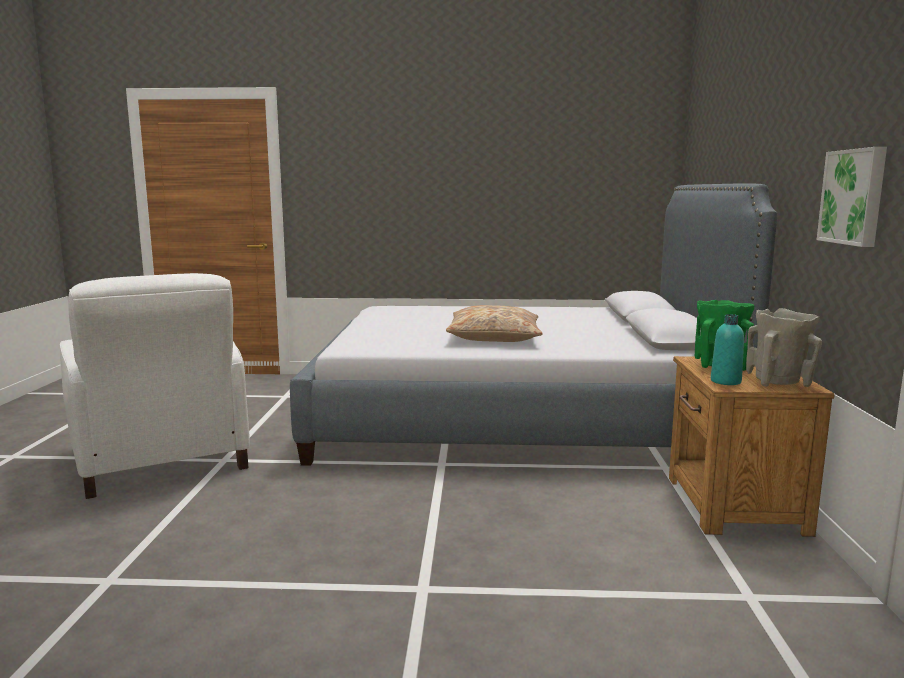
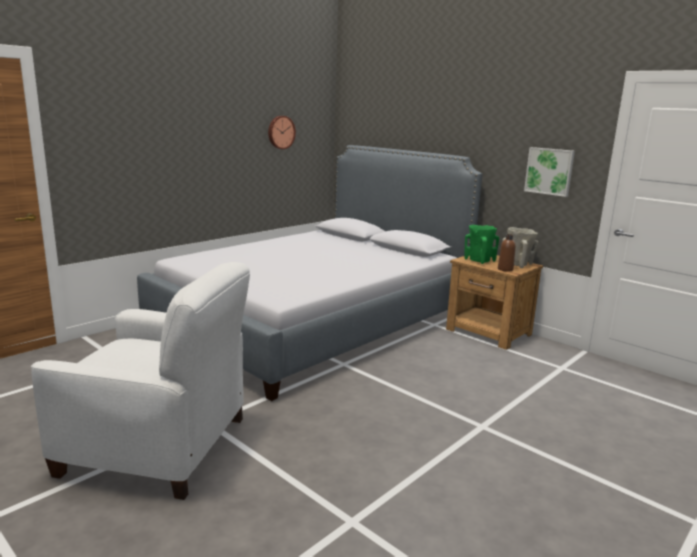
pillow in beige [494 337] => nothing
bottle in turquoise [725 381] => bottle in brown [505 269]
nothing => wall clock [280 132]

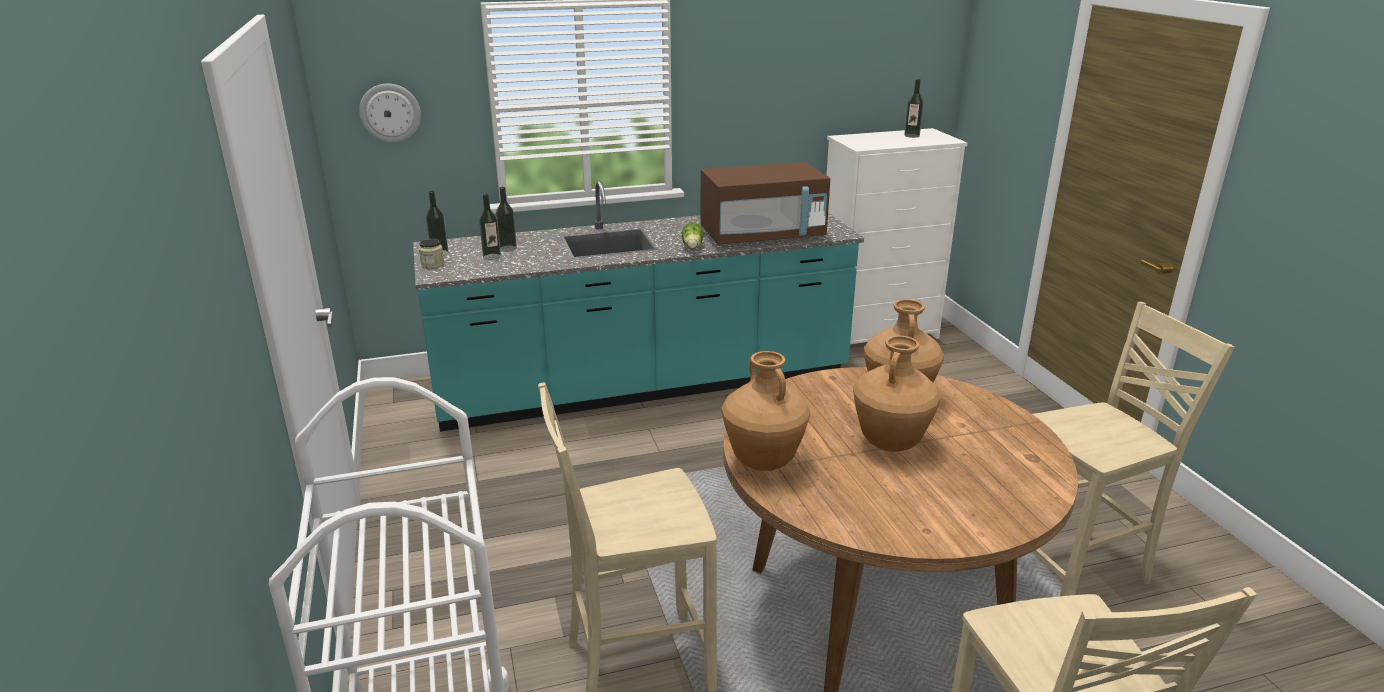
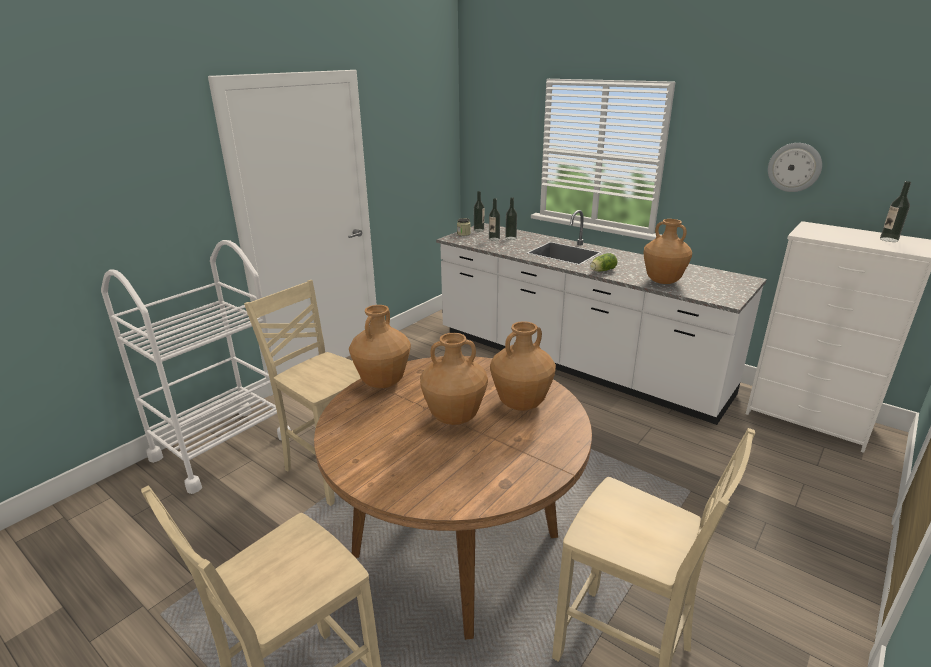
wall clock [390 113] => wall clock [794 167], relocated
counter in turquoise [644 385] => counter in white [575 363]
microwave in brown [762 236] => vase in brown [663 281]

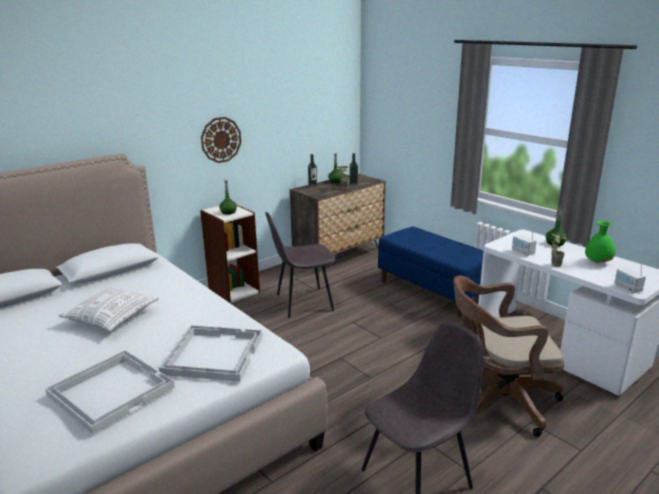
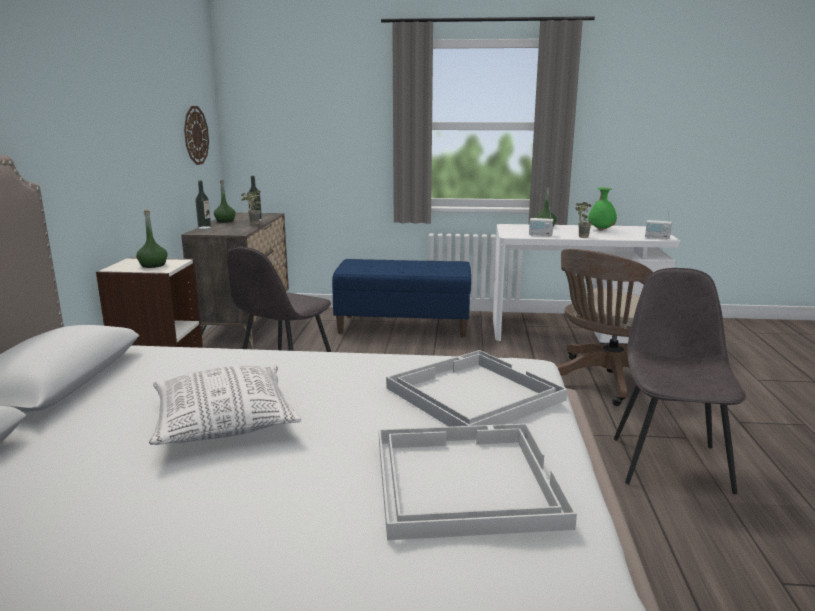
wall clock [221 139] => wall clock [195 135], relocated

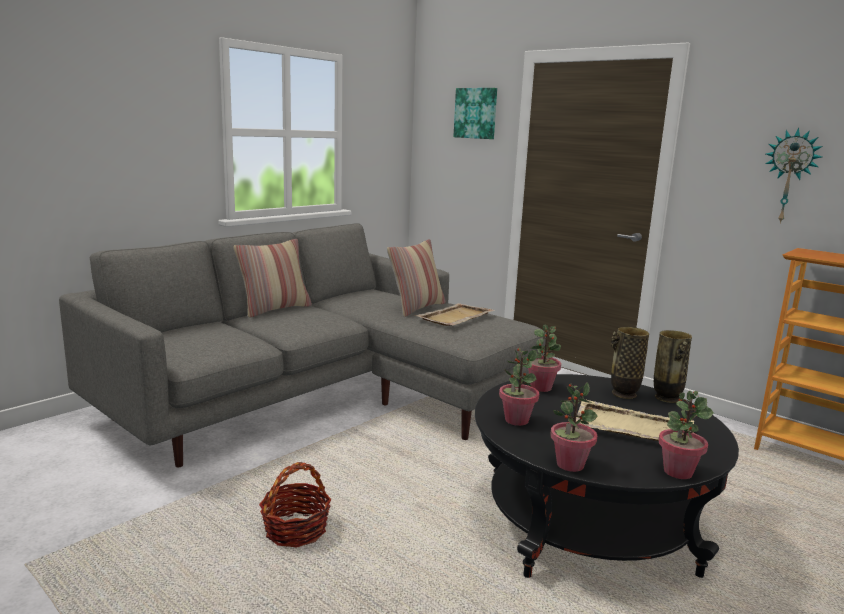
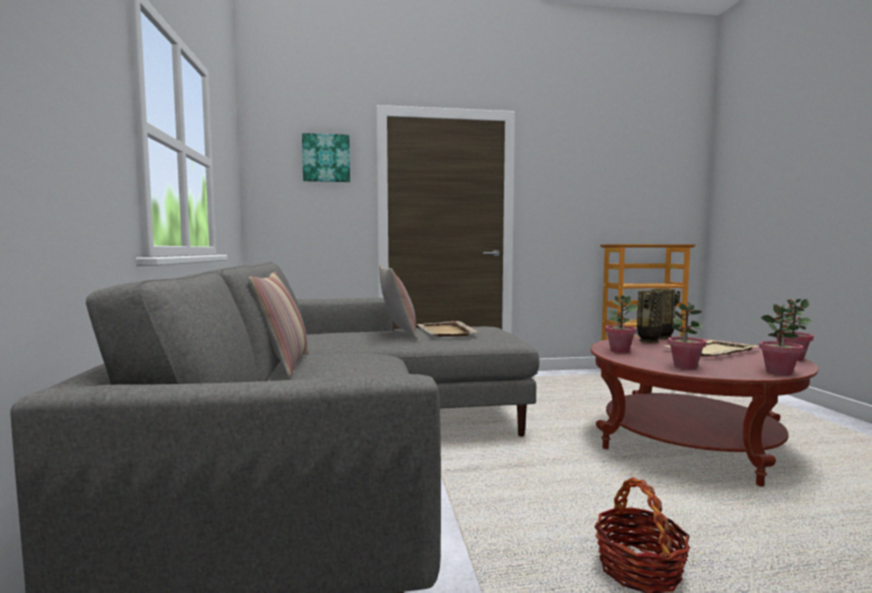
coffee table in black [587 524] => coffee table in red [688 443]
wall clock [790 176] => nothing

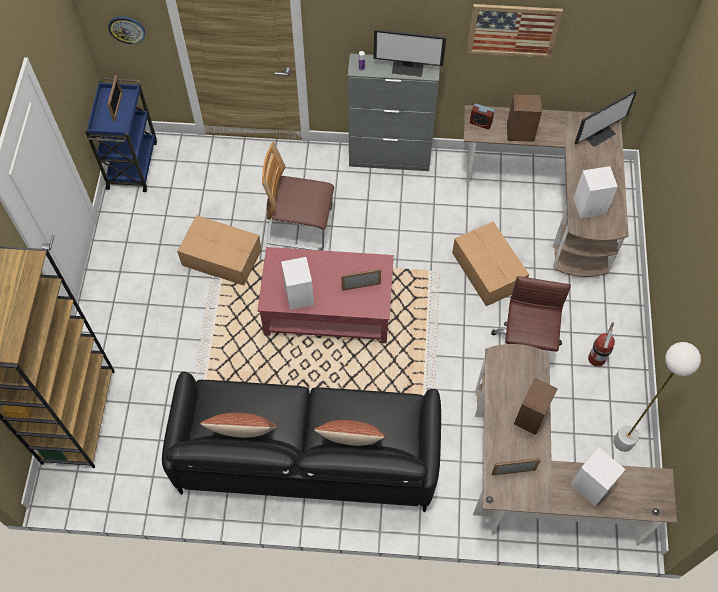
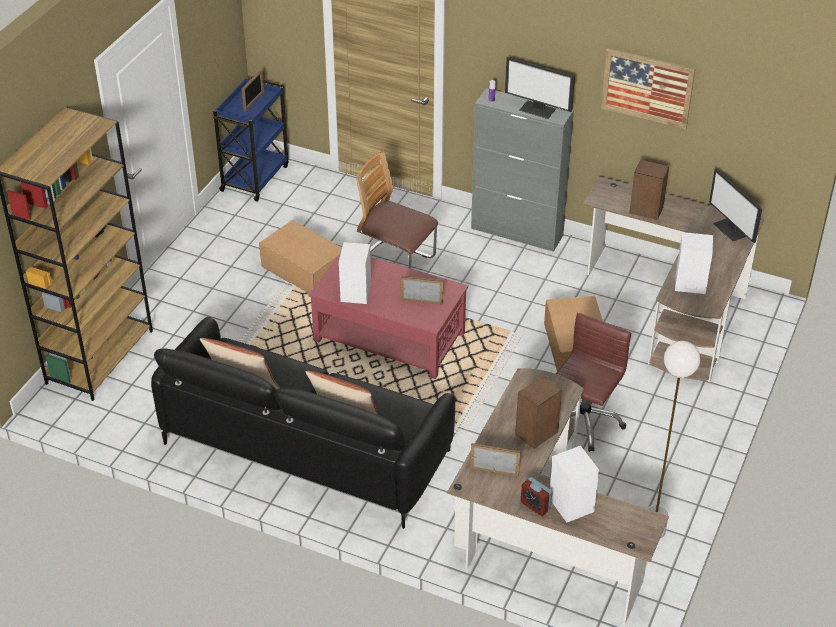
wall clock [126 29] => nothing
alarm clock [480 123] => alarm clock [535 506], relocated
monitor [599 134] => monitor [731 229], 75 degrees clockwise
fire extinguisher [596 358] => nothing

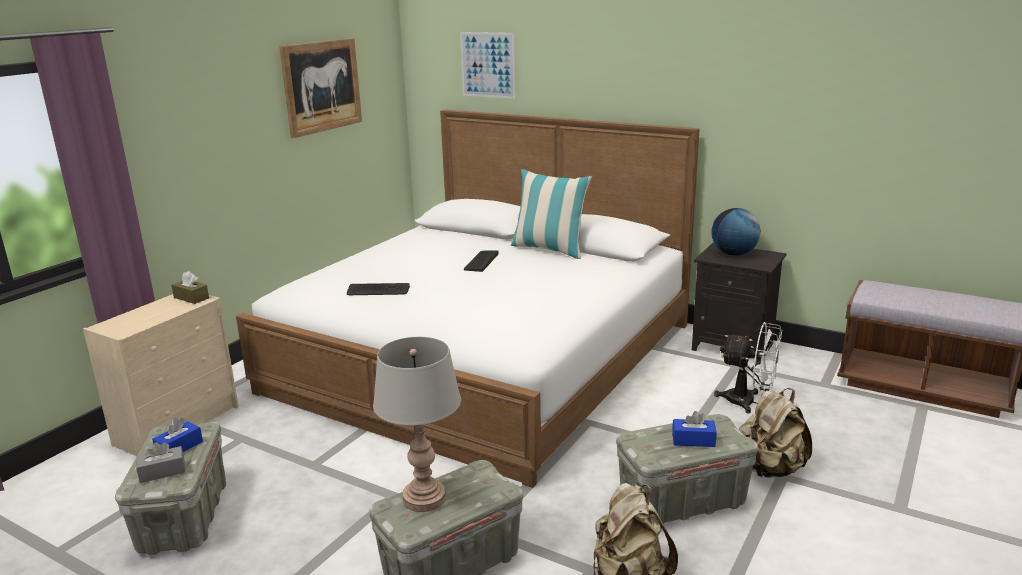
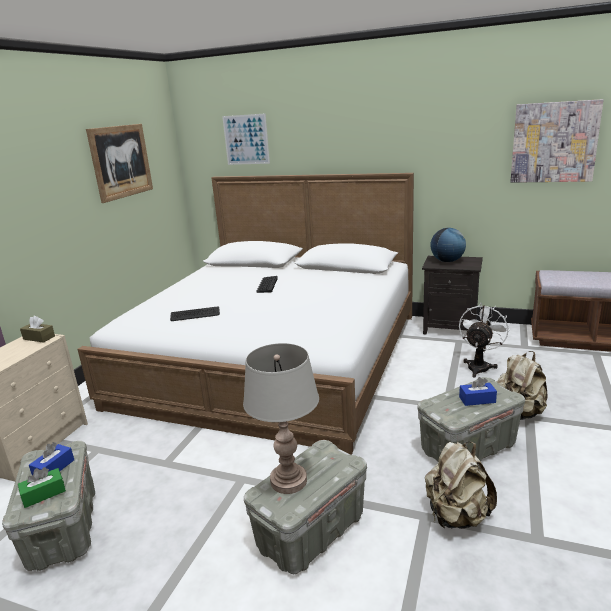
tissue box in grey [162 472] => tissue box in green [44 494]
pillow [549 249] => nothing
fan in white [748 402] => fan in white [479 366], 75 degrees counterclockwise
nothing => picture [554 142]

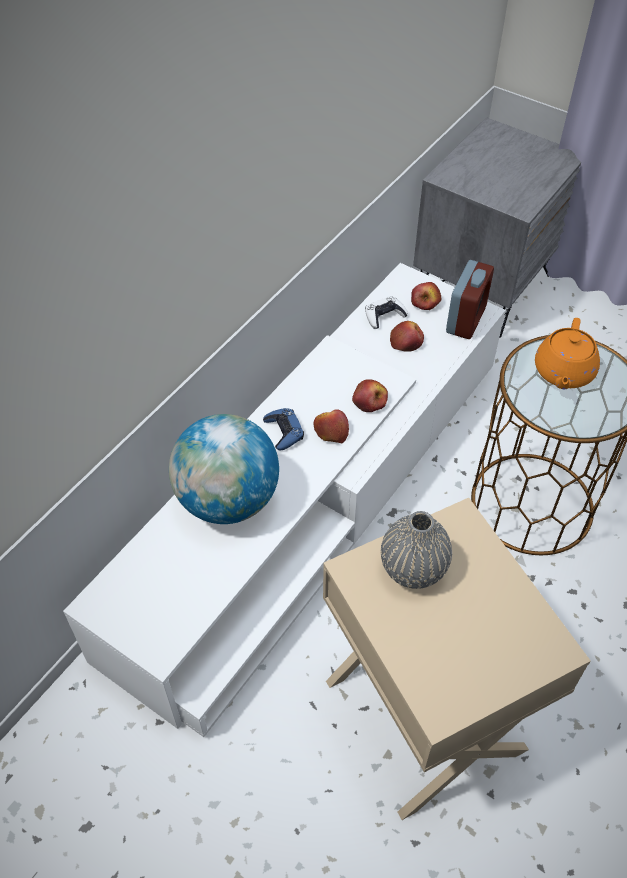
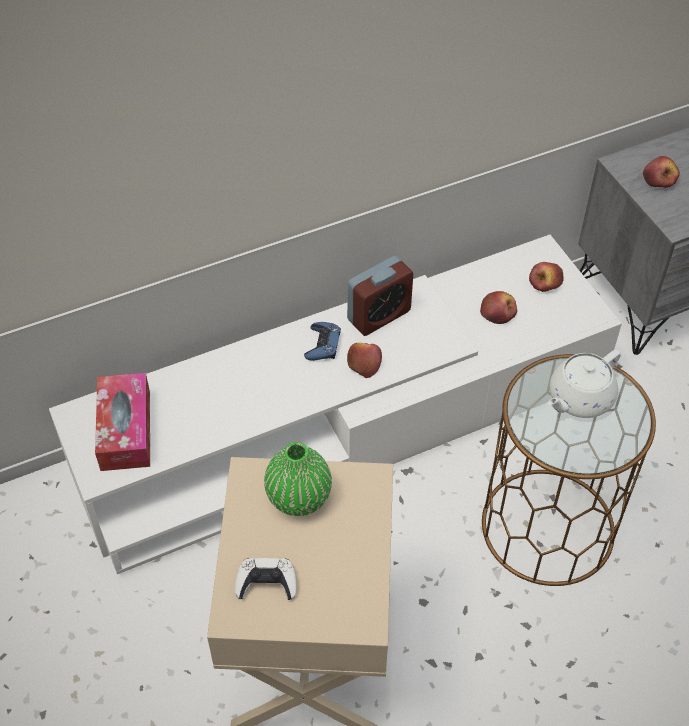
globe [228 500] => nothing
apple [369 401] => apple [659 179], relocated
game controller in white [384 316] => game controller in white [266 583], relocated
vase in grey [413 568] => vase in green [298 497]
alarm clock [466 320] => alarm clock [379 315], relocated
teapot in orange [563 373] => teapot in white [579 398]
nothing => tissue box [125 430]

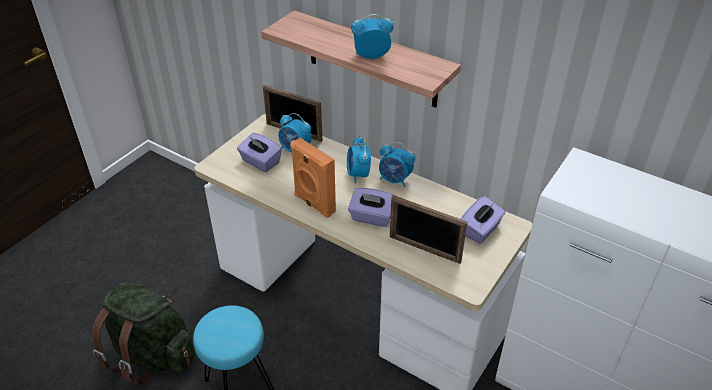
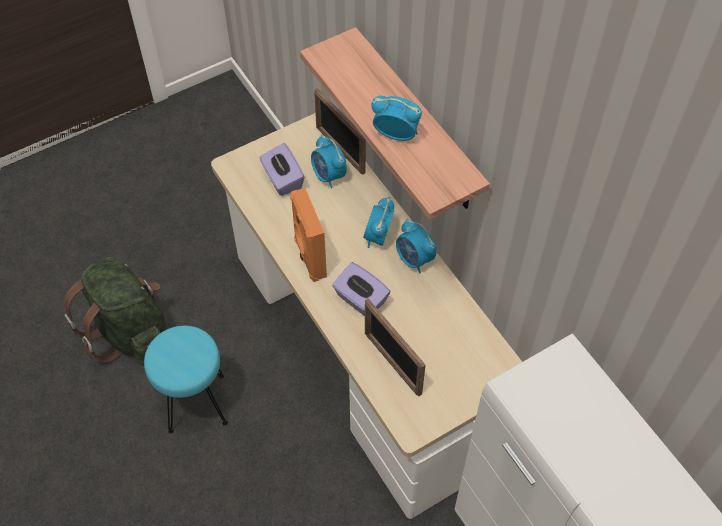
tissue box in purple [480 230] => nothing

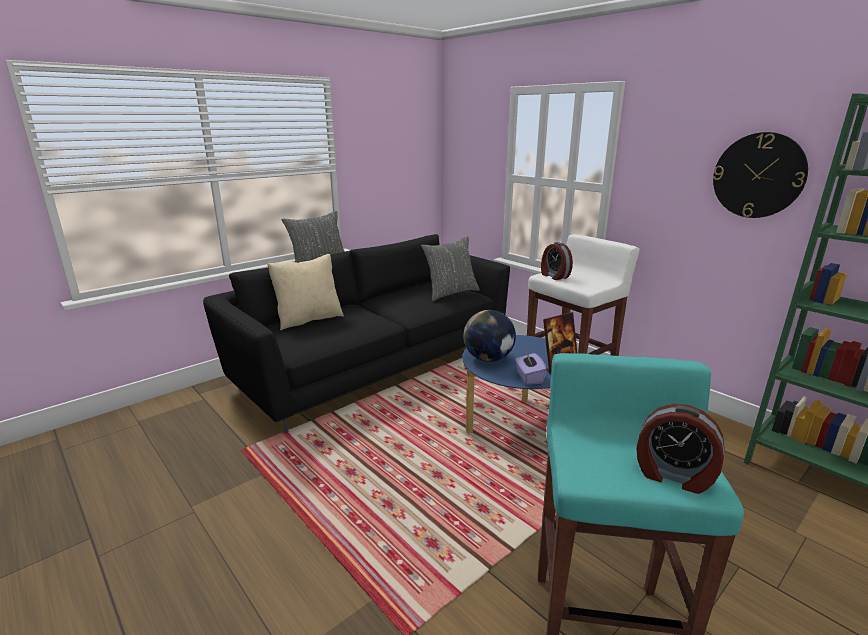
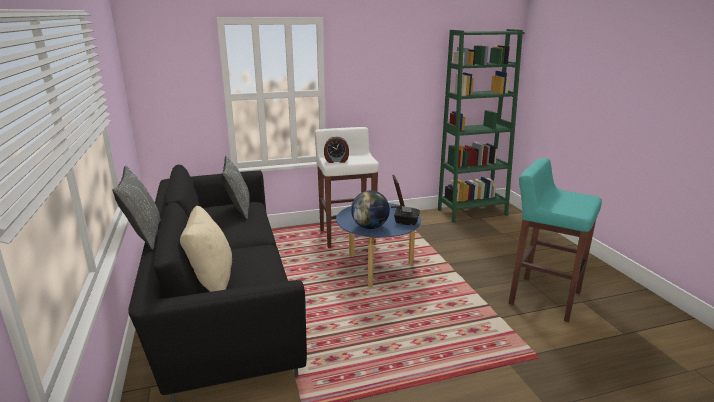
tissue box in purple [529 378] => tissue box in black [406 222]
alarm clock [673 476] => nothing
wall clock [758 175] => nothing

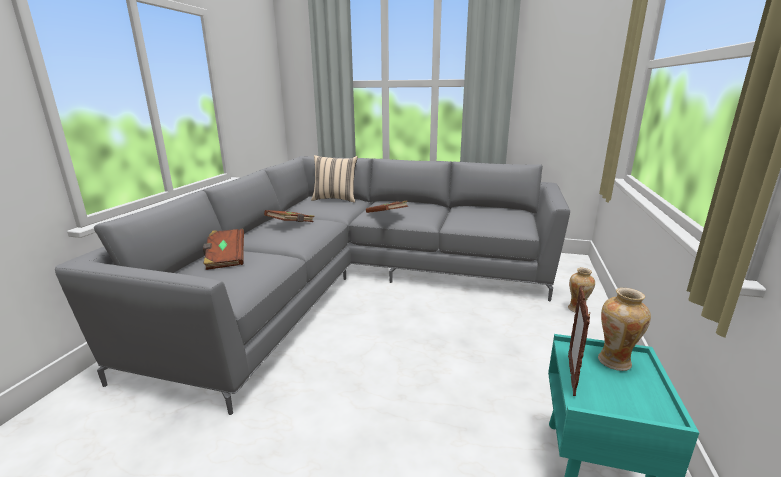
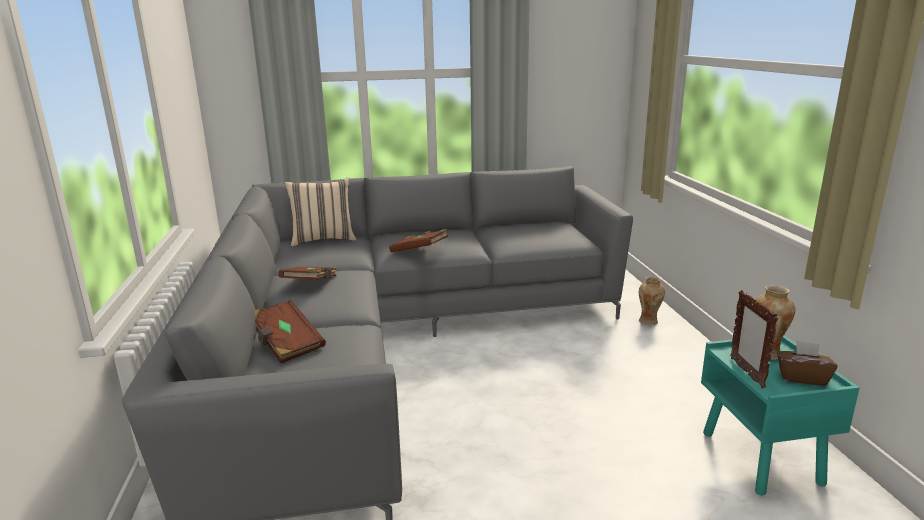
nothing => tissue box in brown [802 377]

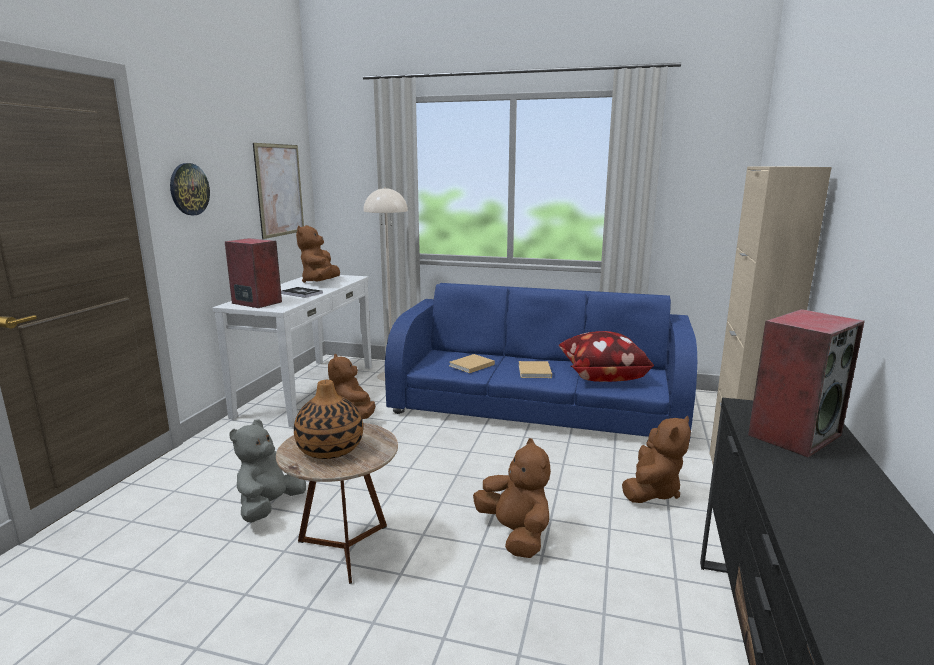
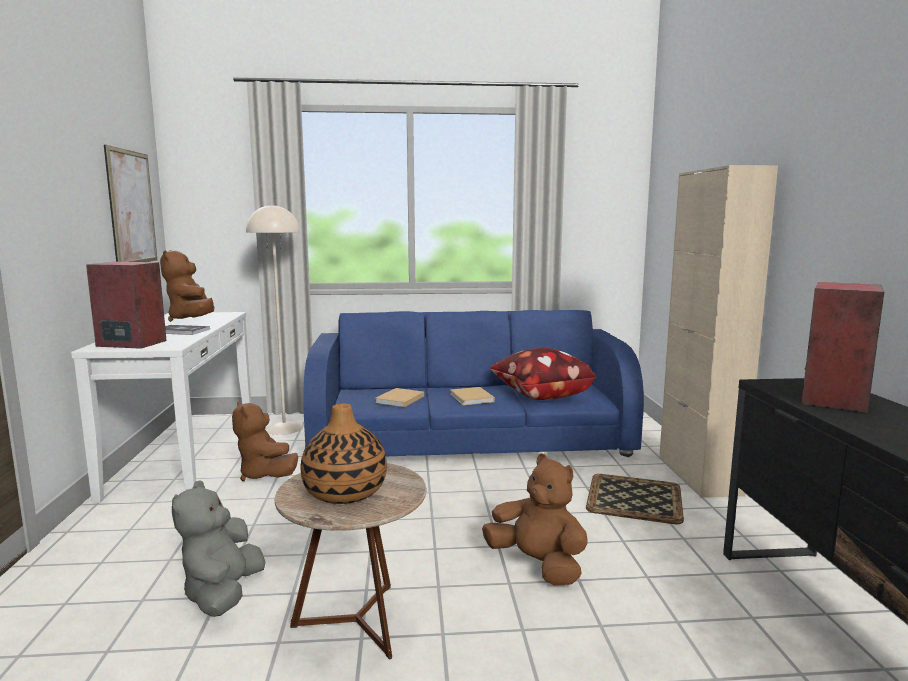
wall clock [189 189] => nothing
plush toy in brown [652 491] => tray [635 499]

